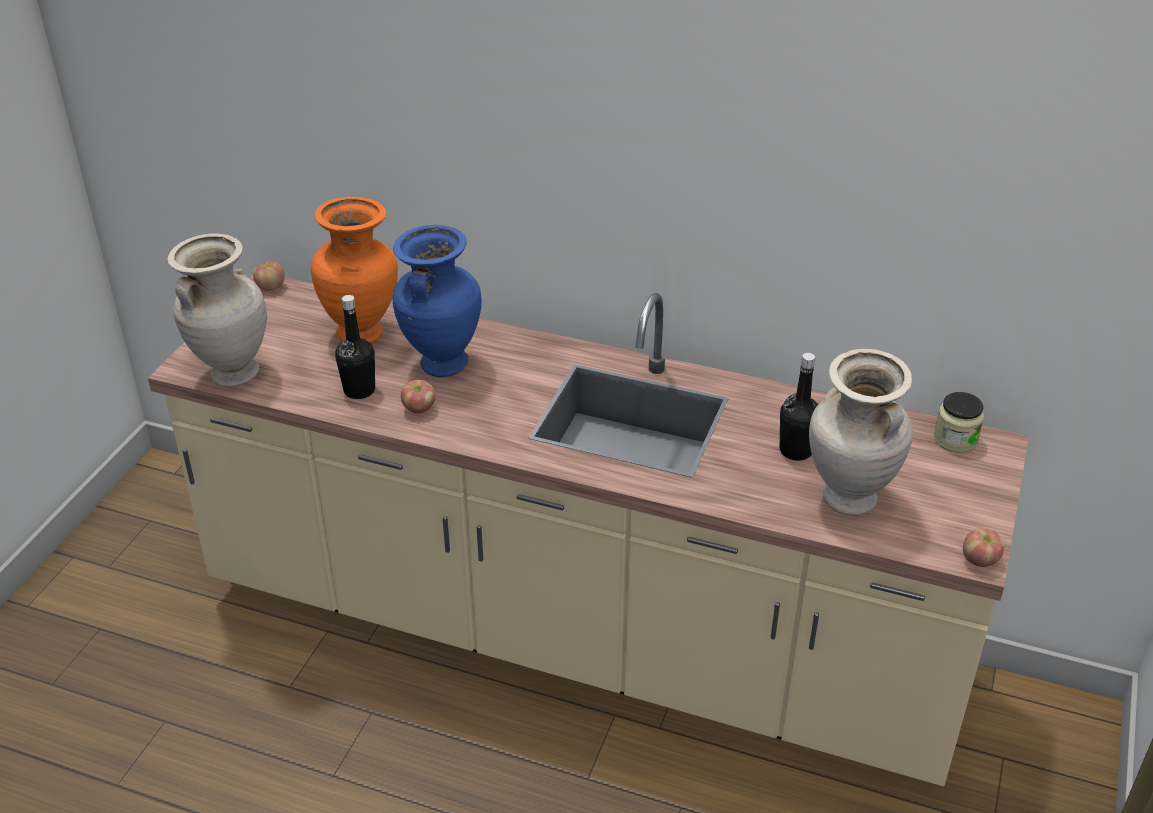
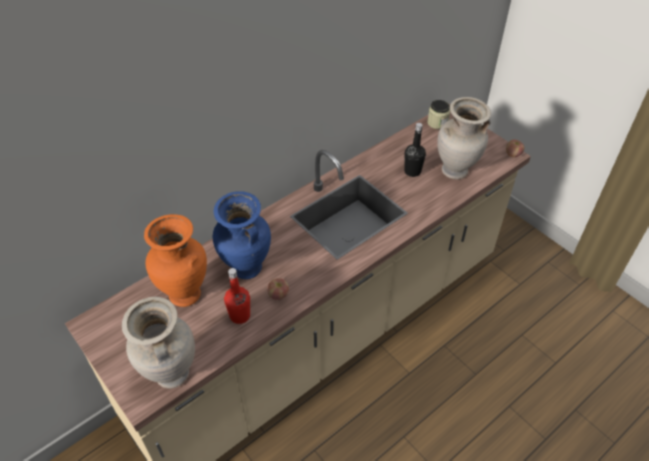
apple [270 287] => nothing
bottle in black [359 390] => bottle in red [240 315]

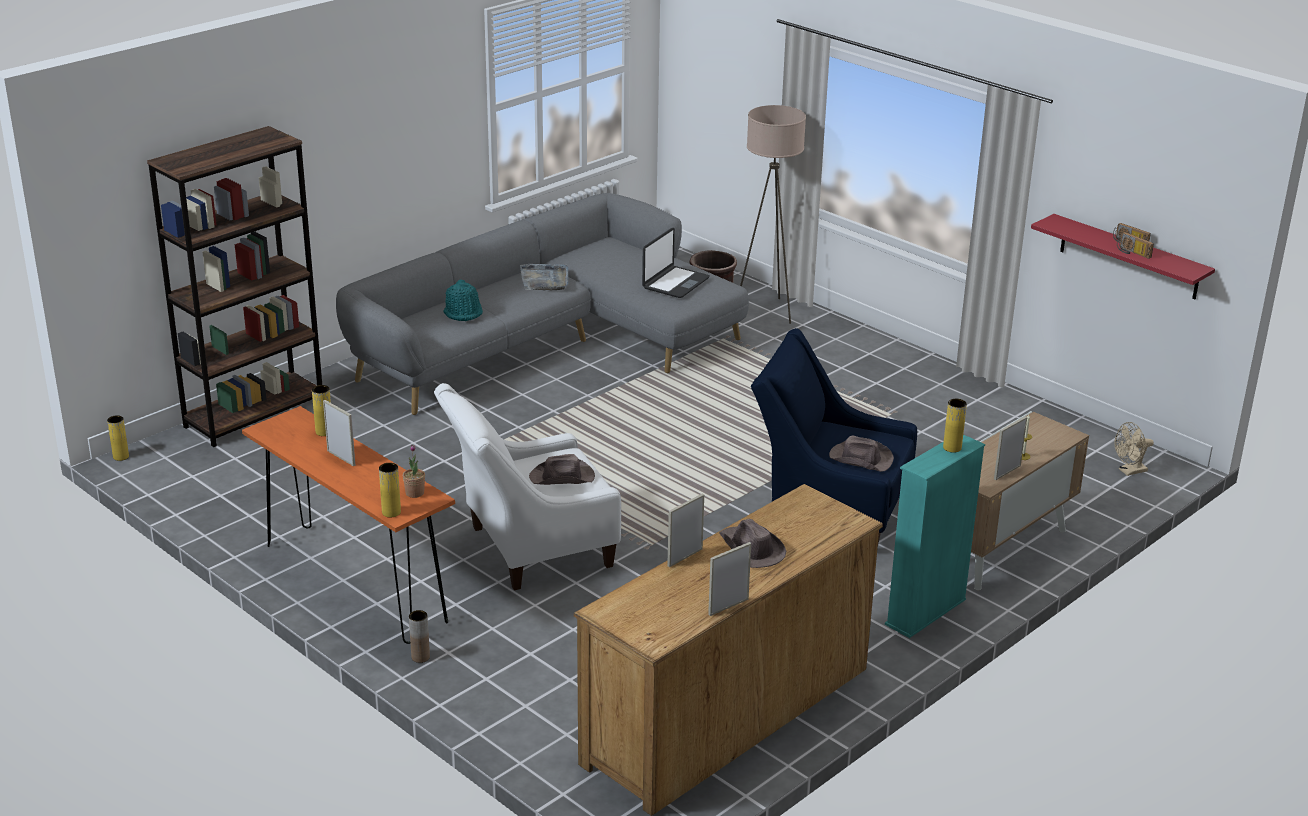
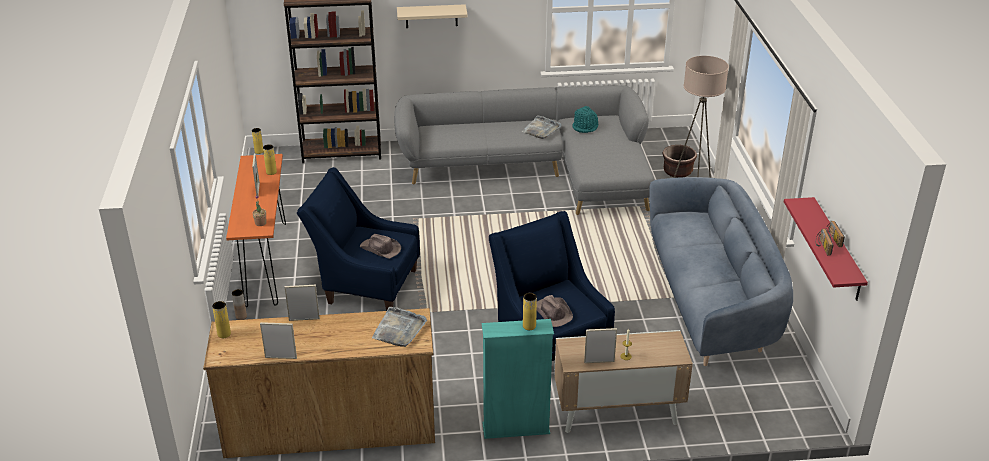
vase in yellow [391 512] => vase in yellow [224 334], relocated
armchair in white [530 549] => armchair in blue [365 285]
hat in turquoise [463 312] => hat in turquoise [585 127], relocated
laptop [675 283] => nothing
hat in brown [751 549] => nothing
fan in beige [1129 471] => nothing
nothing => tray in grey [399 329]
nothing => shelf in beige [431 16]
nothing => sofa in blue [711 300]

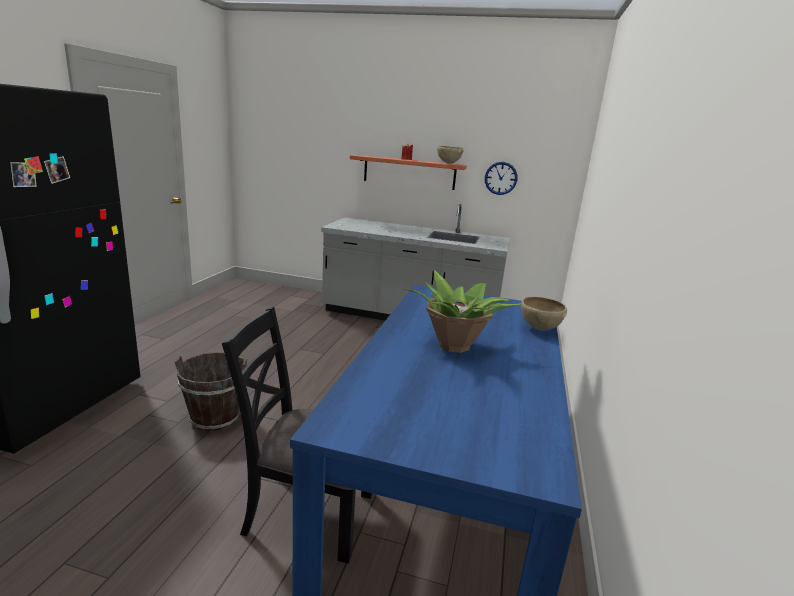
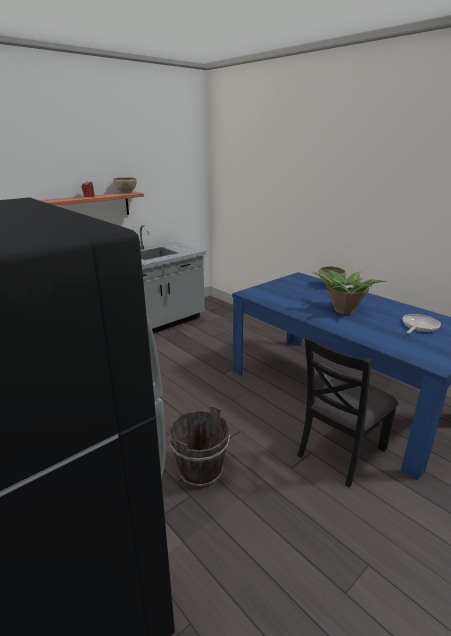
wall clock [500 178] => nothing
nothing => frying pan [419 326]

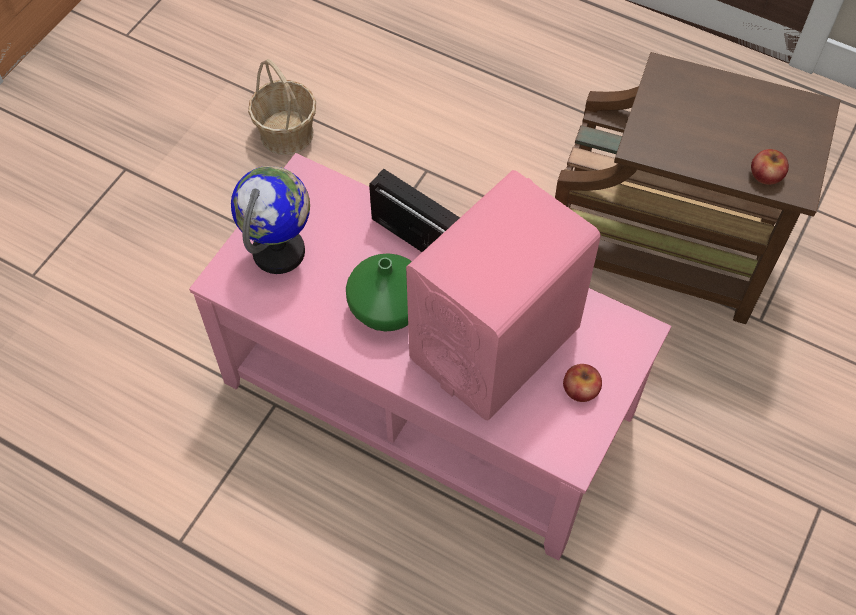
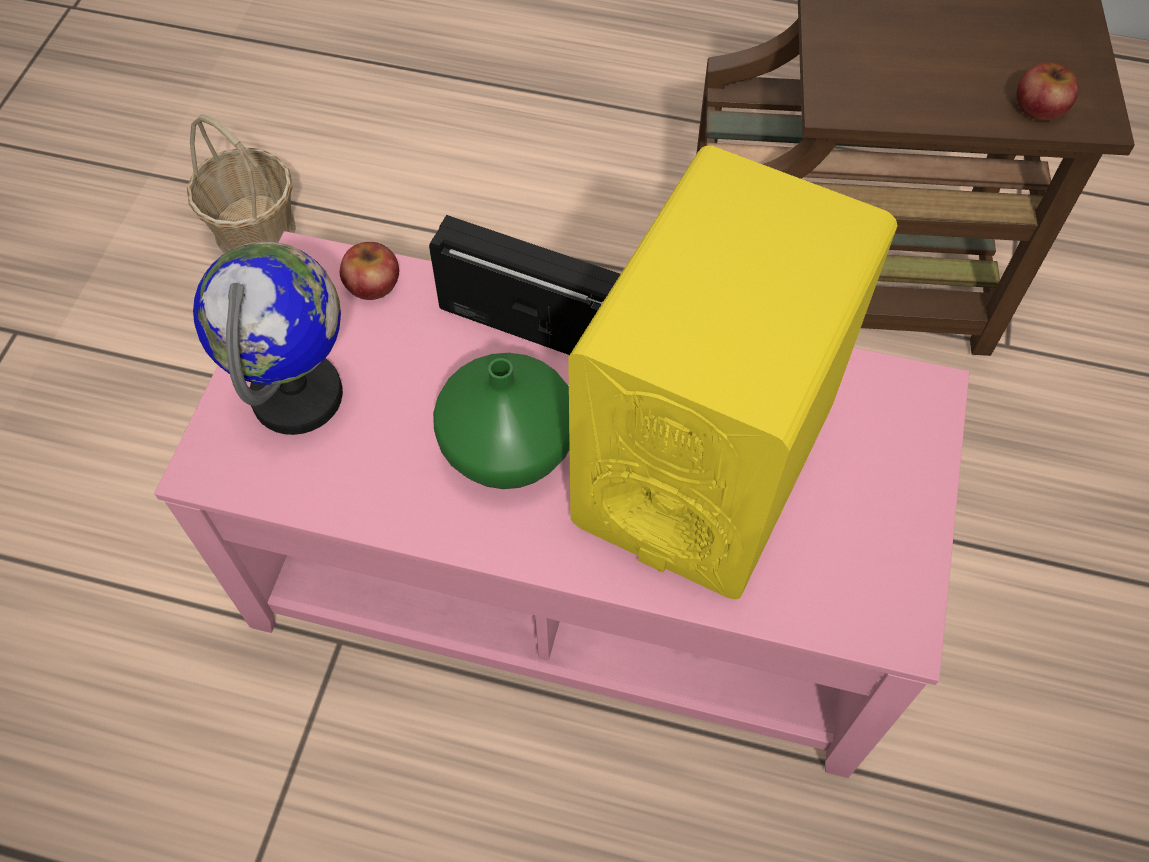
speaker in pink [495 343] => speaker in yellow [704 464]
apple [581 389] => apple [373 283], relocated

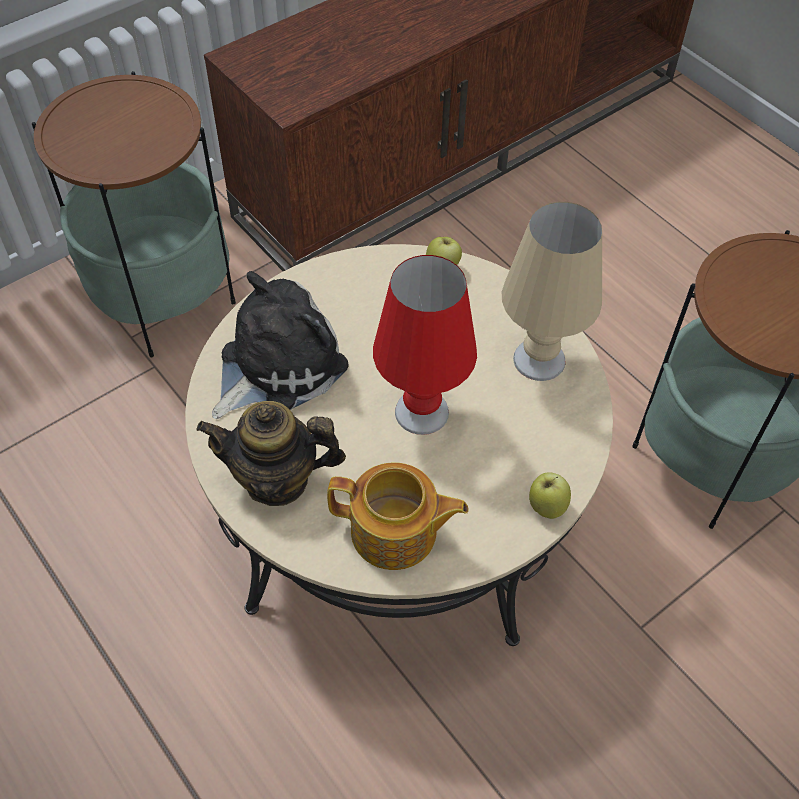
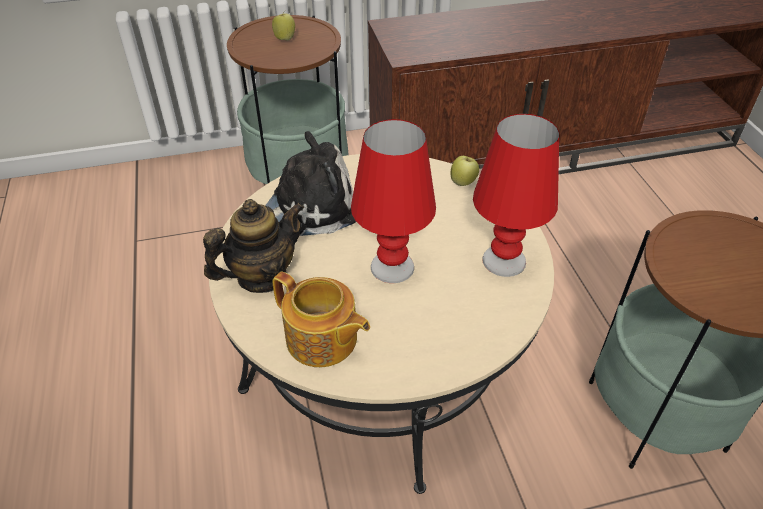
teapot [277 479] => teapot [261 276], 120 degrees clockwise
table lamp in beige [539 359] => table lamp in red [504 260]
apple [546 506] => apple [284 39], relocated

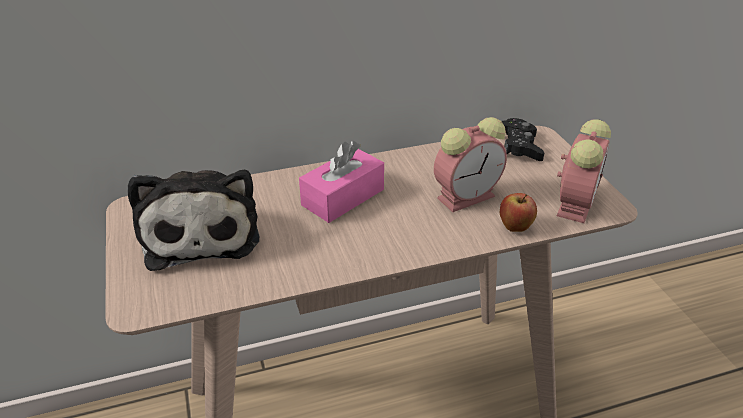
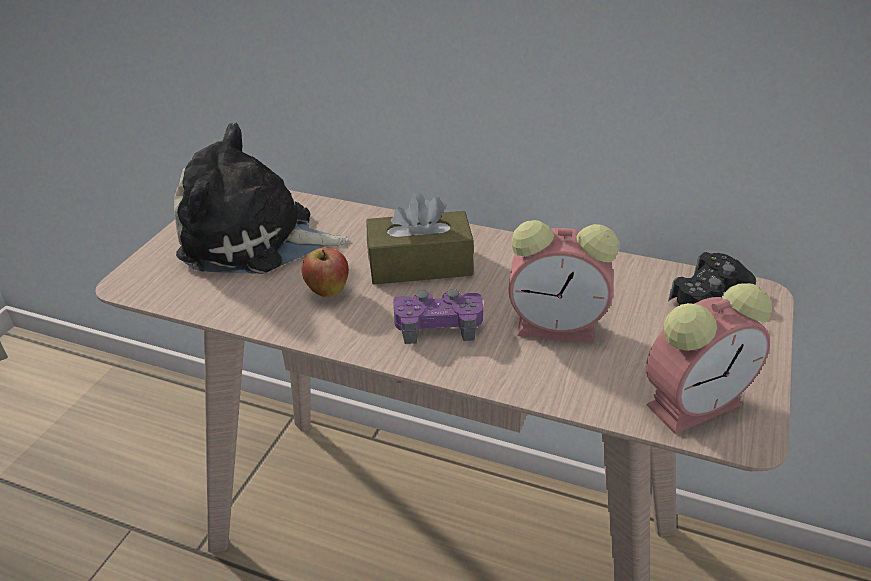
plush toy [201 232] => plush toy [255 240], 75 degrees clockwise
tissue box in pink [343 197] => tissue box in brown [420 265]
apple [515 228] => apple [328 292], relocated
nothing => game controller in purple [438 323]

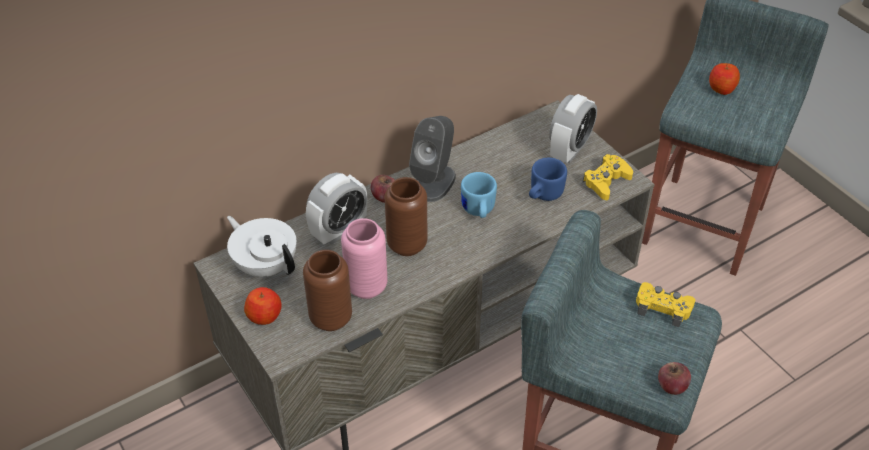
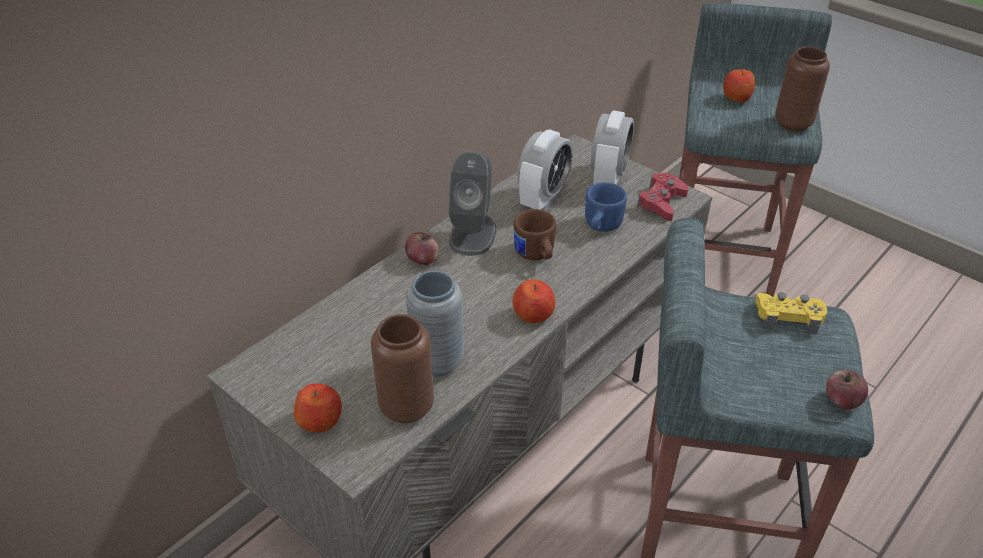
teapot in white [265 265] => nothing
alarm clock [339 230] => alarm clock [543 199], relocated
vase in pink [366 287] => vase in grey [437 361]
vase in brown [407 245] => vase in brown [793 123], relocated
mug in blue [478 211] => mug in brown [536 255]
game controller in yellow [606 181] => game controller in red [661 202]
nothing => apple [533 315]

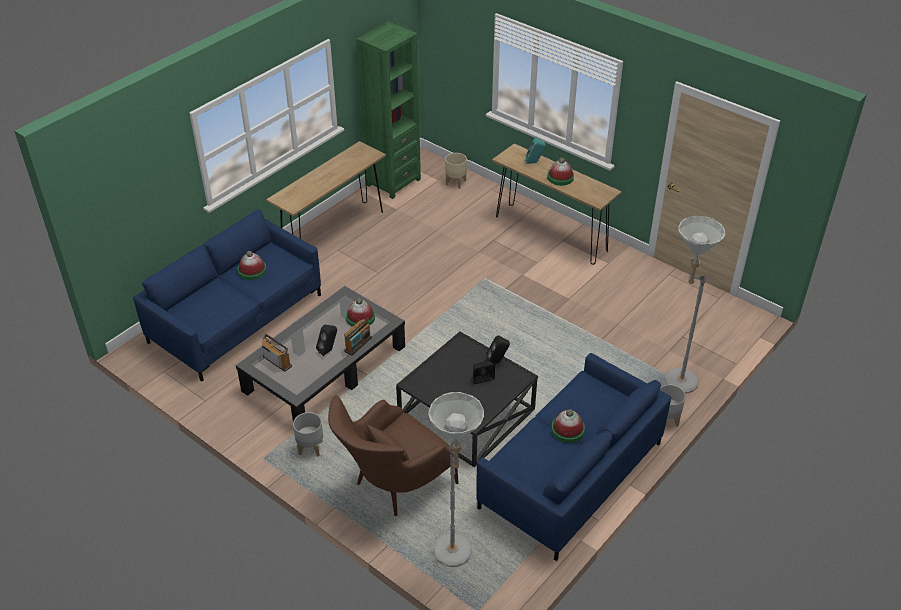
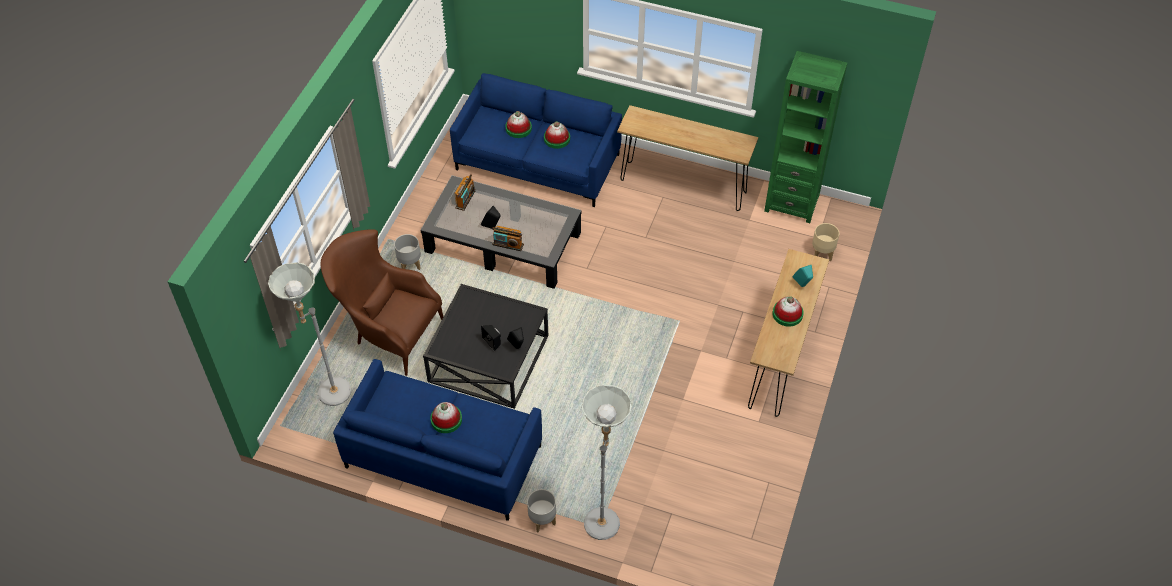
hat [360 318] => hat [518 128], relocated

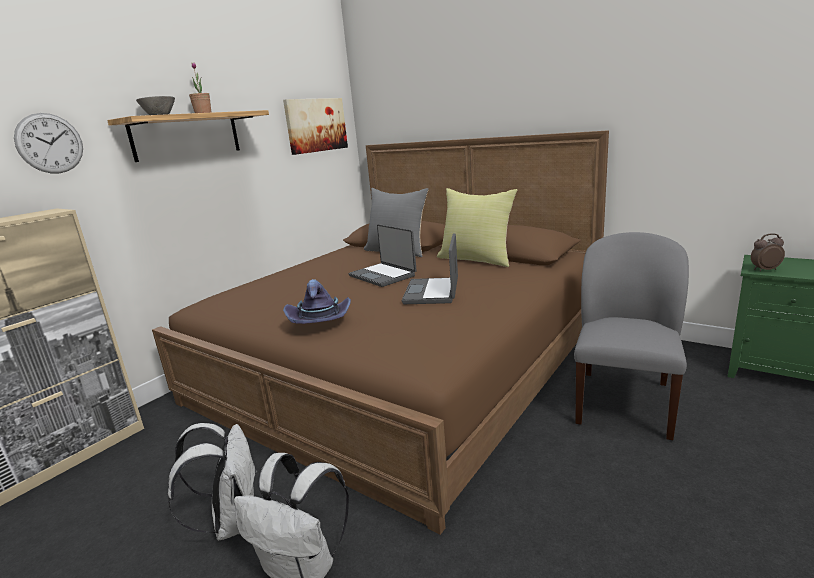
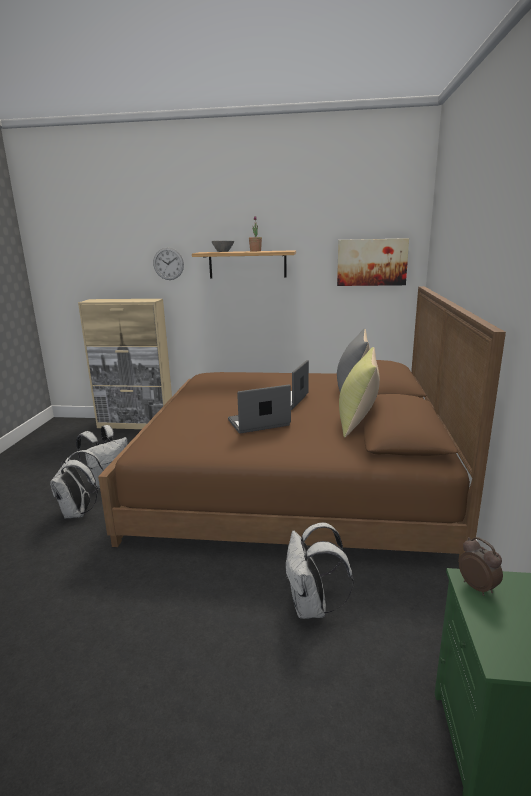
hat in purple [320 321] => nothing
chair in grey [623 402] => backpack in white [312 607]

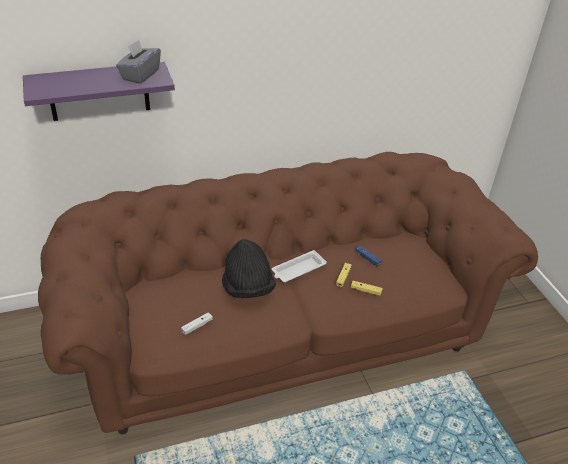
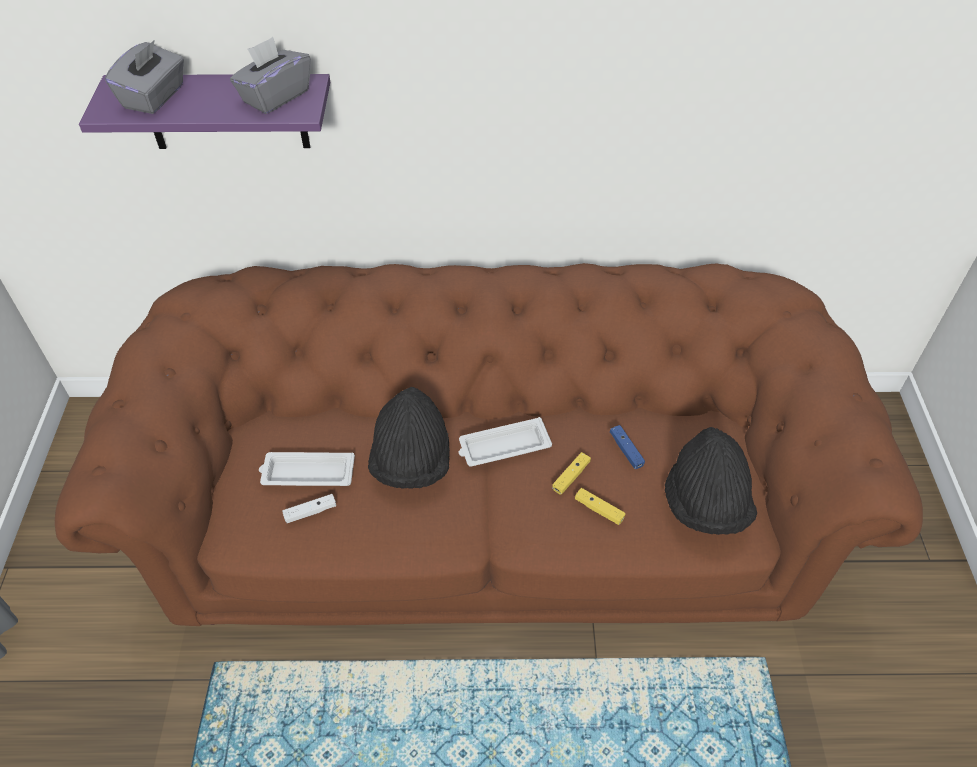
nothing => tissue box in grey [155 97]
nothing => tray in white [307 473]
nothing => hat in black [705 504]

